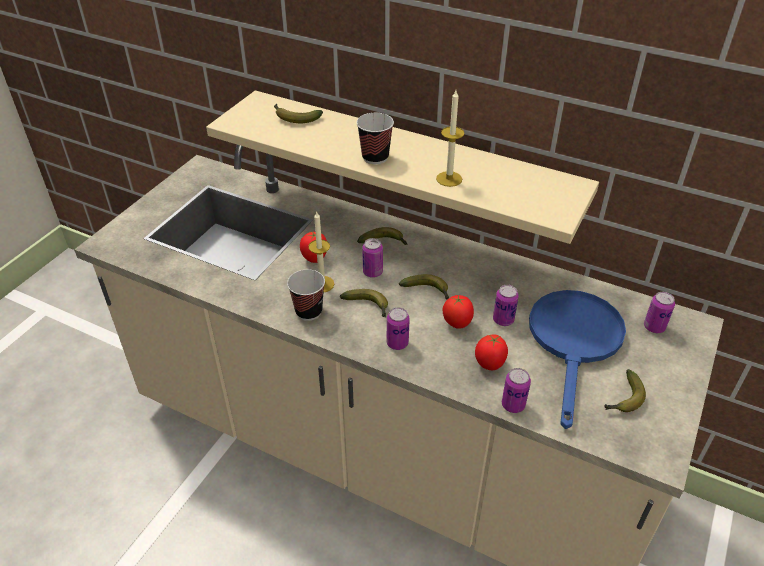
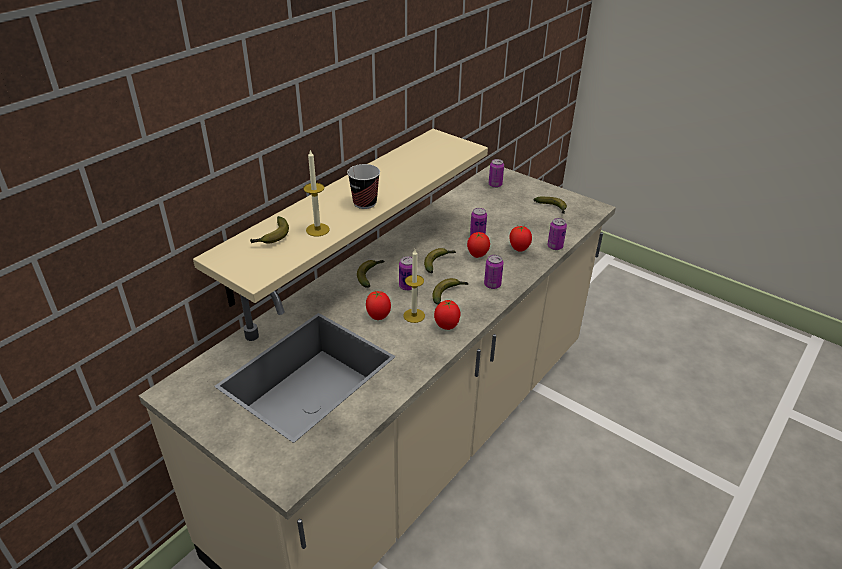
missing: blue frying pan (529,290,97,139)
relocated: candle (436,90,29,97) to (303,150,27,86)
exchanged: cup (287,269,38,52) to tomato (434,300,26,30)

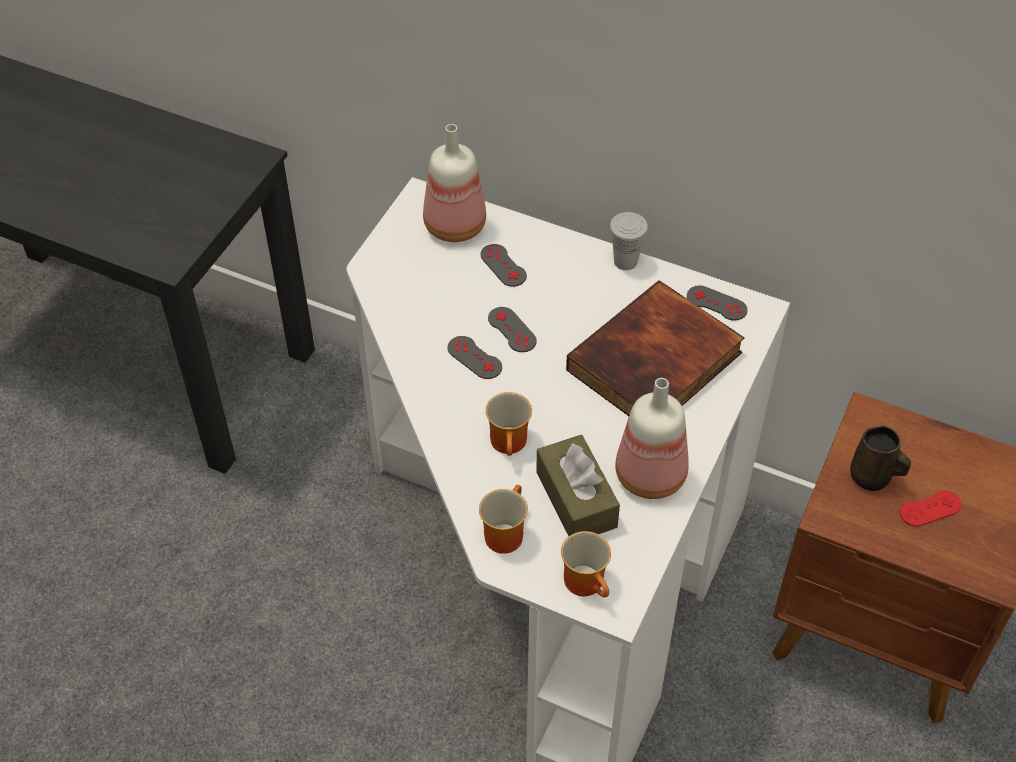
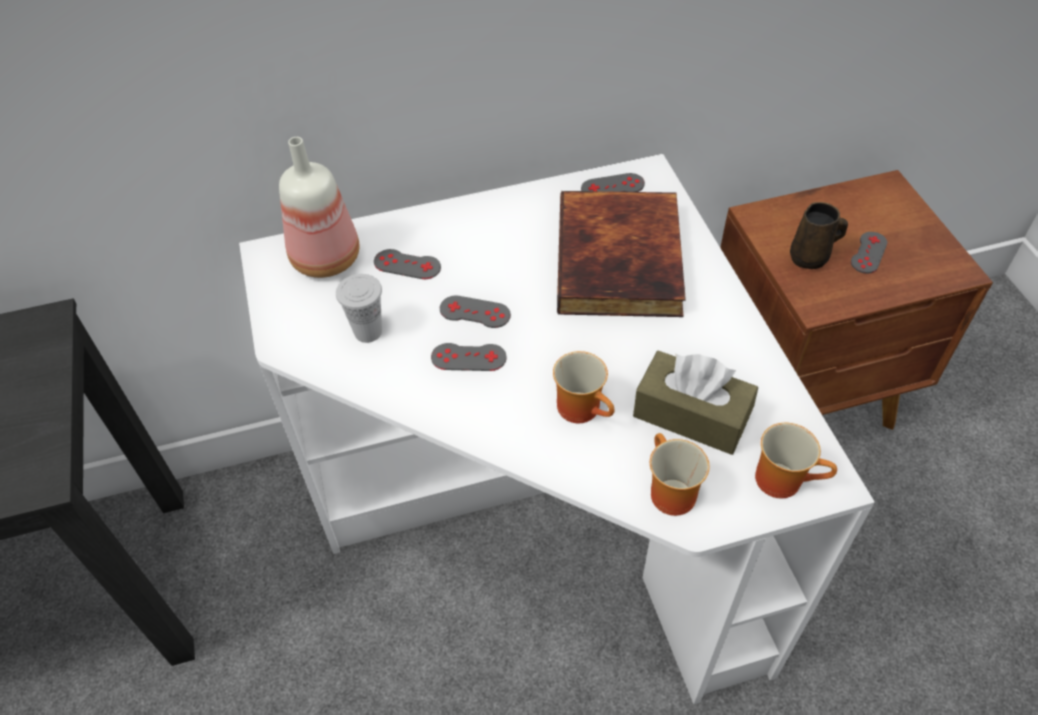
missing: bottle (615,378,74,121)
relocated: white cup (610,212,38,58) to (336,274,46,69)
colour: red game controller (900,490,61,37) to grey game controller (851,232,37,42)

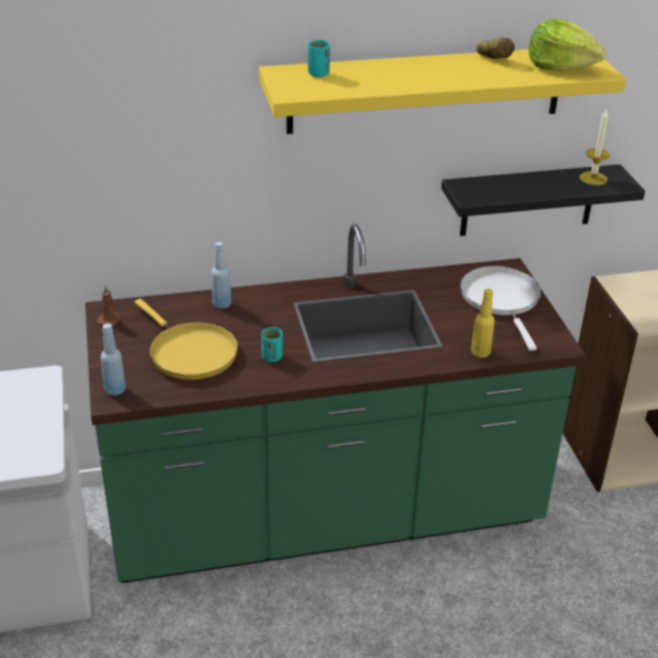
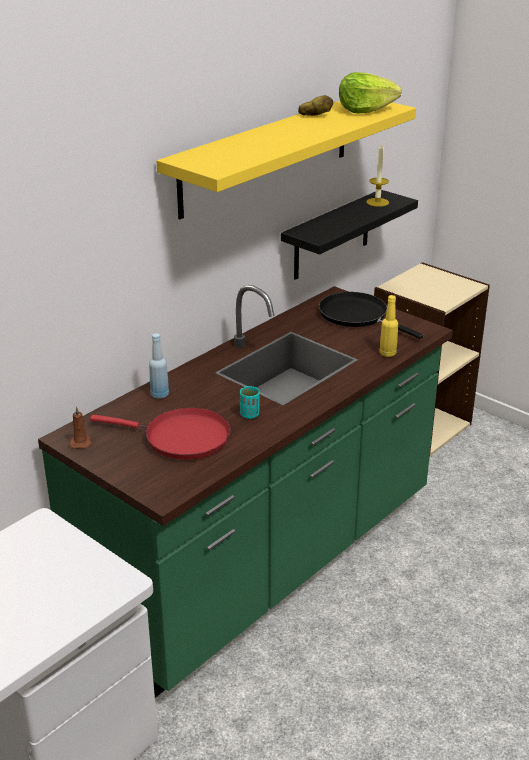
missing: blue bottle (100,323,26,73); turquoise cup (308,40,22,37)
colour: yellow frying pan (135,299,103,81) to red frying pan (90,407,141,53); white frying pan (460,266,81,85) to black frying pan (319,292,104,47)

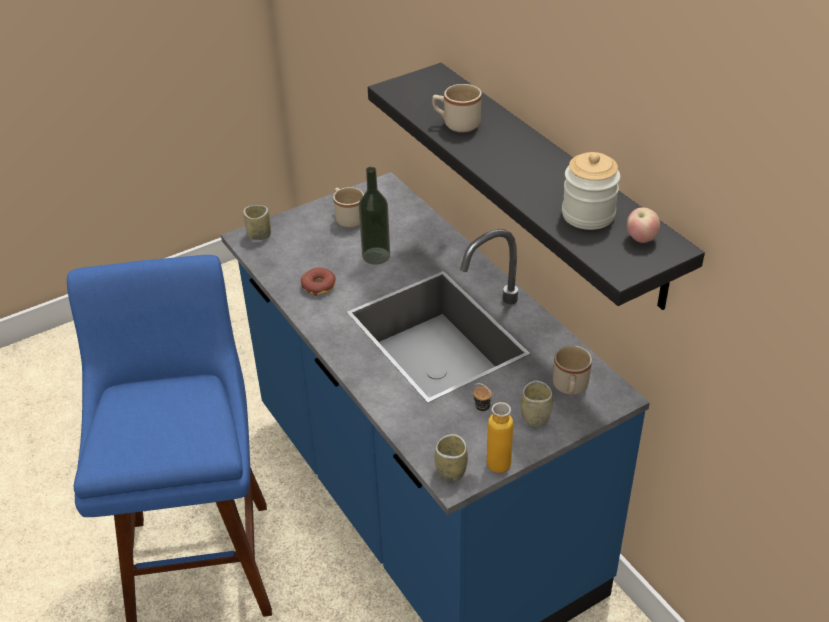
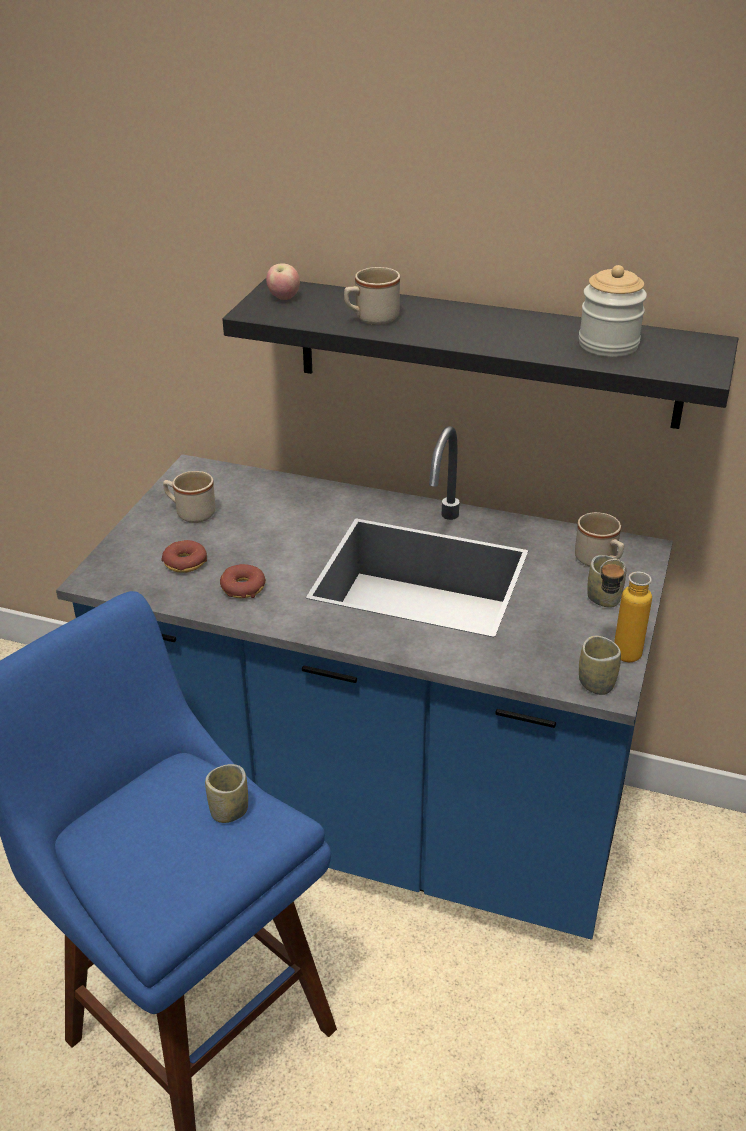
missing: bottle (359,167,31,98)
appeared: donut (161,540,46,33)
relocated: cup (243,205,28,35) to (205,764,43,59); apple (627,207,33,36) to (266,263,34,37)

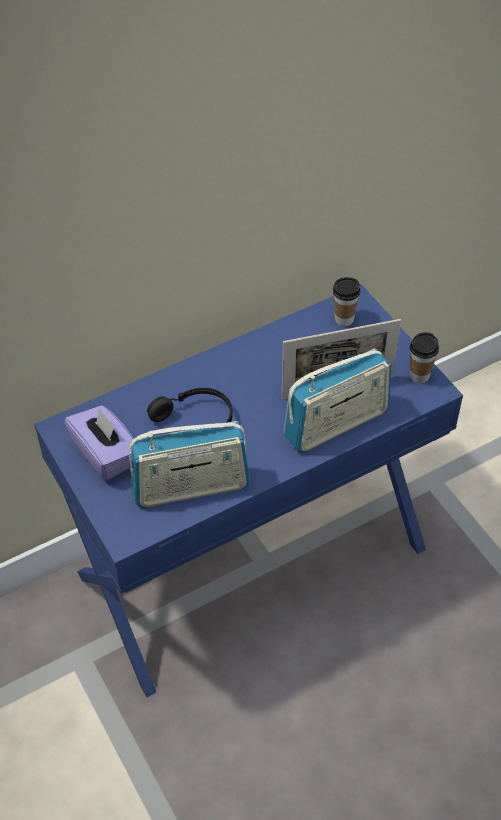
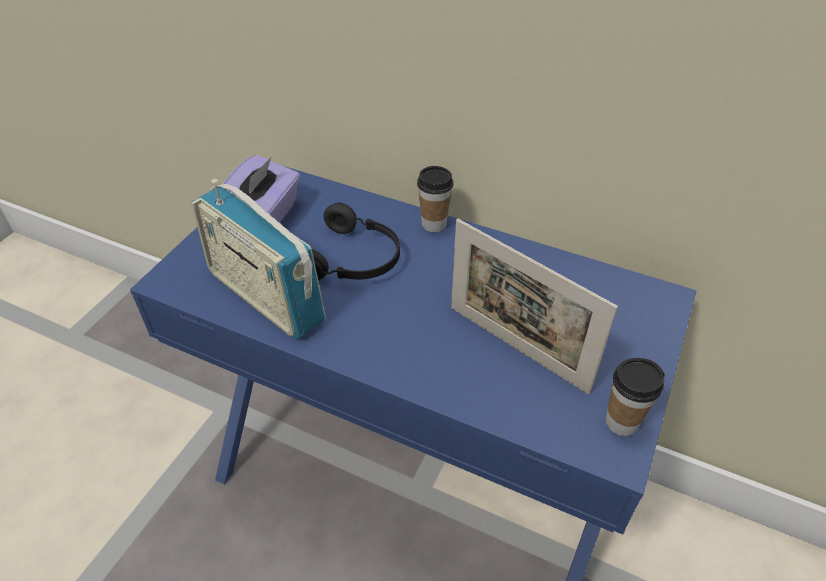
missing: radio (284,348,107,105)
relocated: cup (333,277,28,49) to (417,166,36,66)

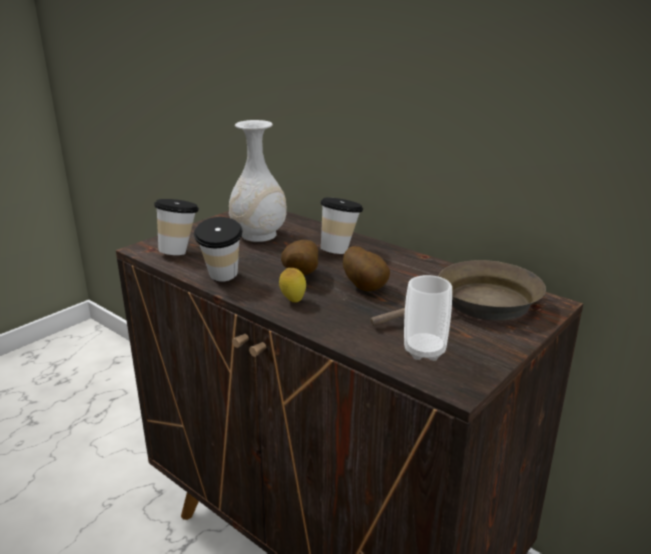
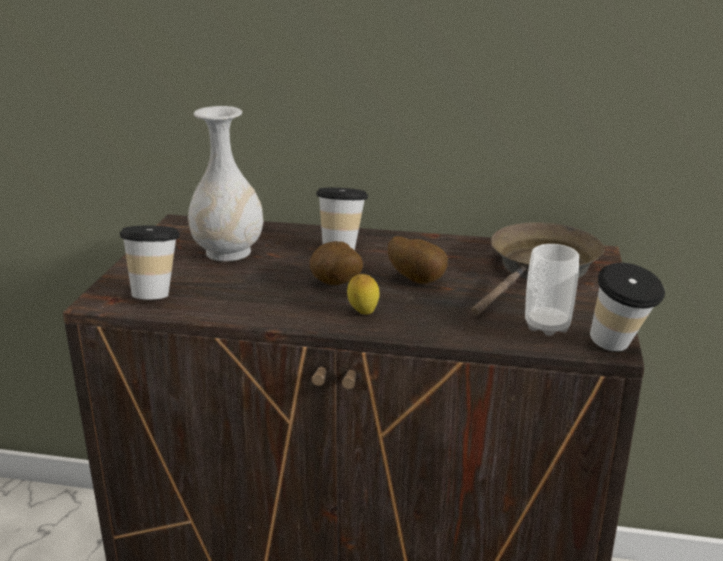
relocated: cup (194,217,48,65) to (590,263,75,89)

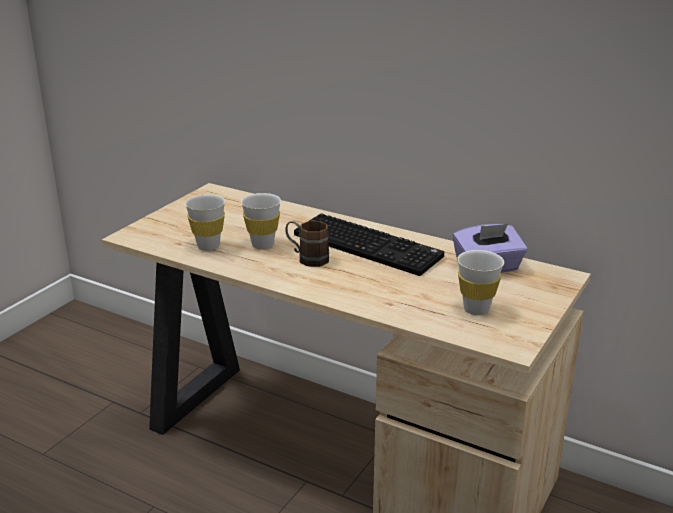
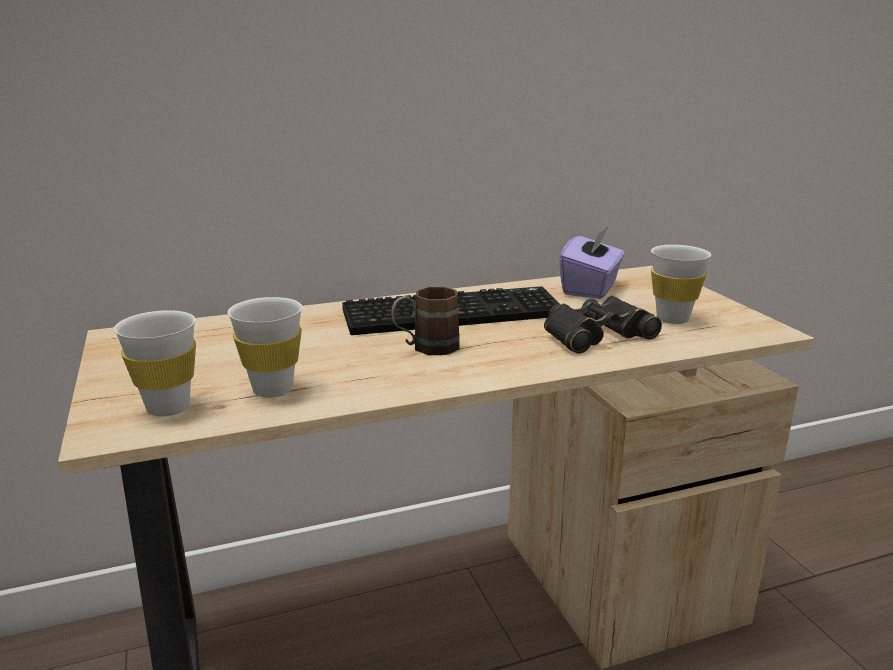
appeared: black binoculars (544,296,118,58)
relocated: white cup (241,193,40,56) to (114,310,82,107)

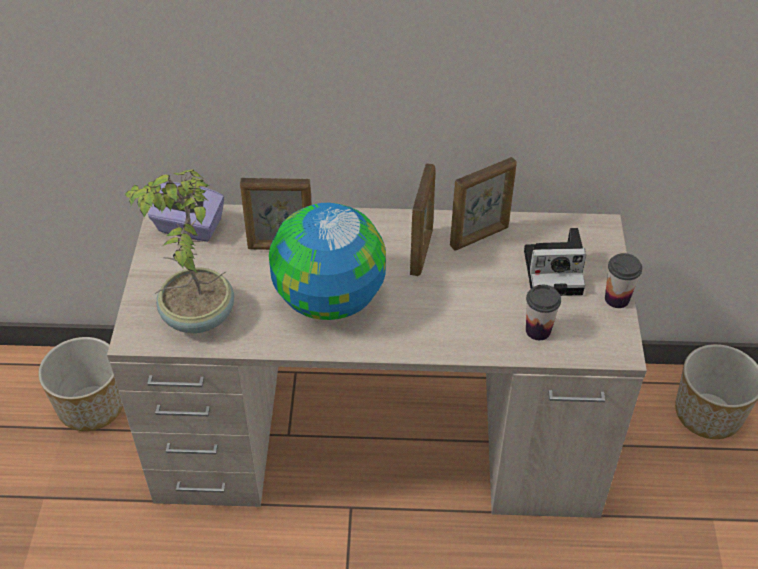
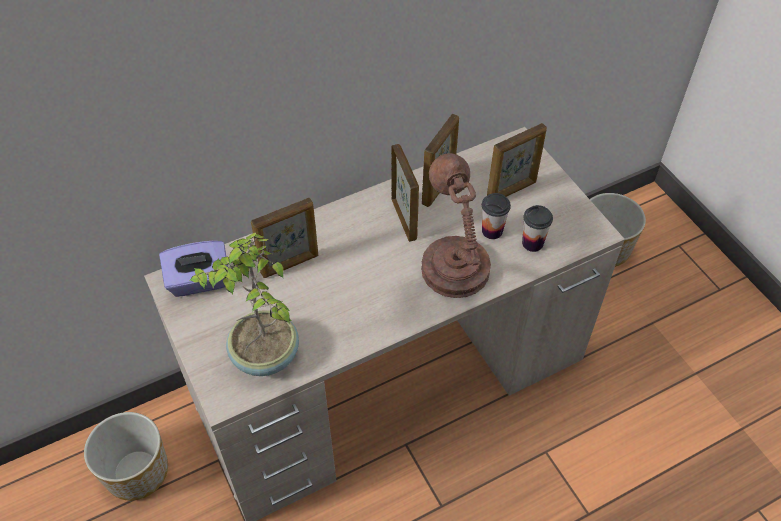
missing: globe (269,203,117,117)
appeared: brown table lamp (421,153,70,145)
relocated: cup (605,253,37,55) to (482,193,29,46)
exchanged: photo camera (524,228,62,68) to picture frame (487,123,60,74)

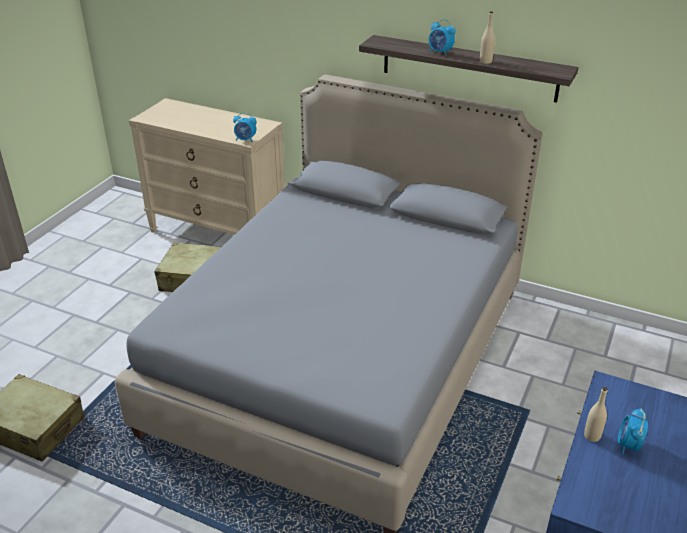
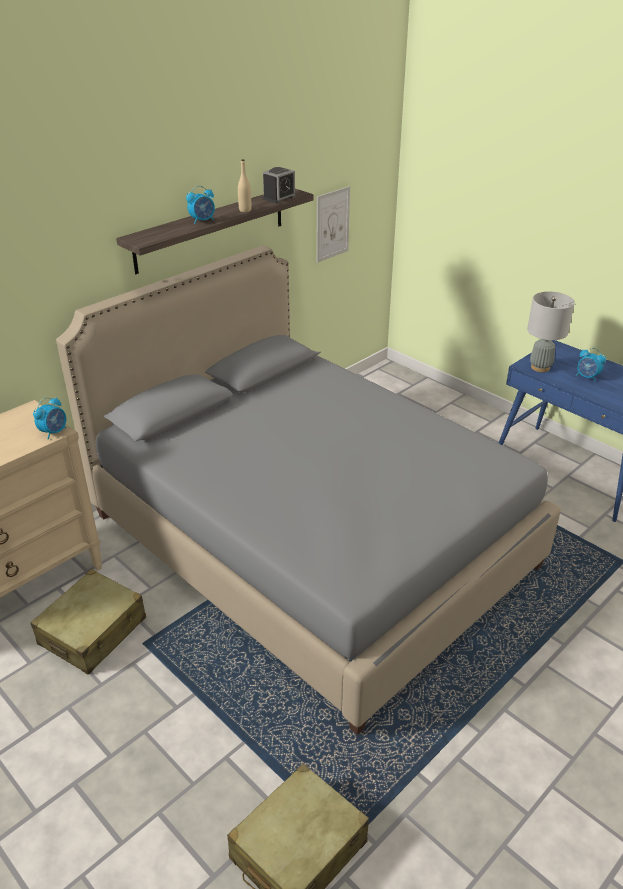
missing: beige bottle (584,387,23,55)
appeared: alarm clock (263,167,33,36); picture (316,186,34,77); grey table lamp (527,292,48,80)

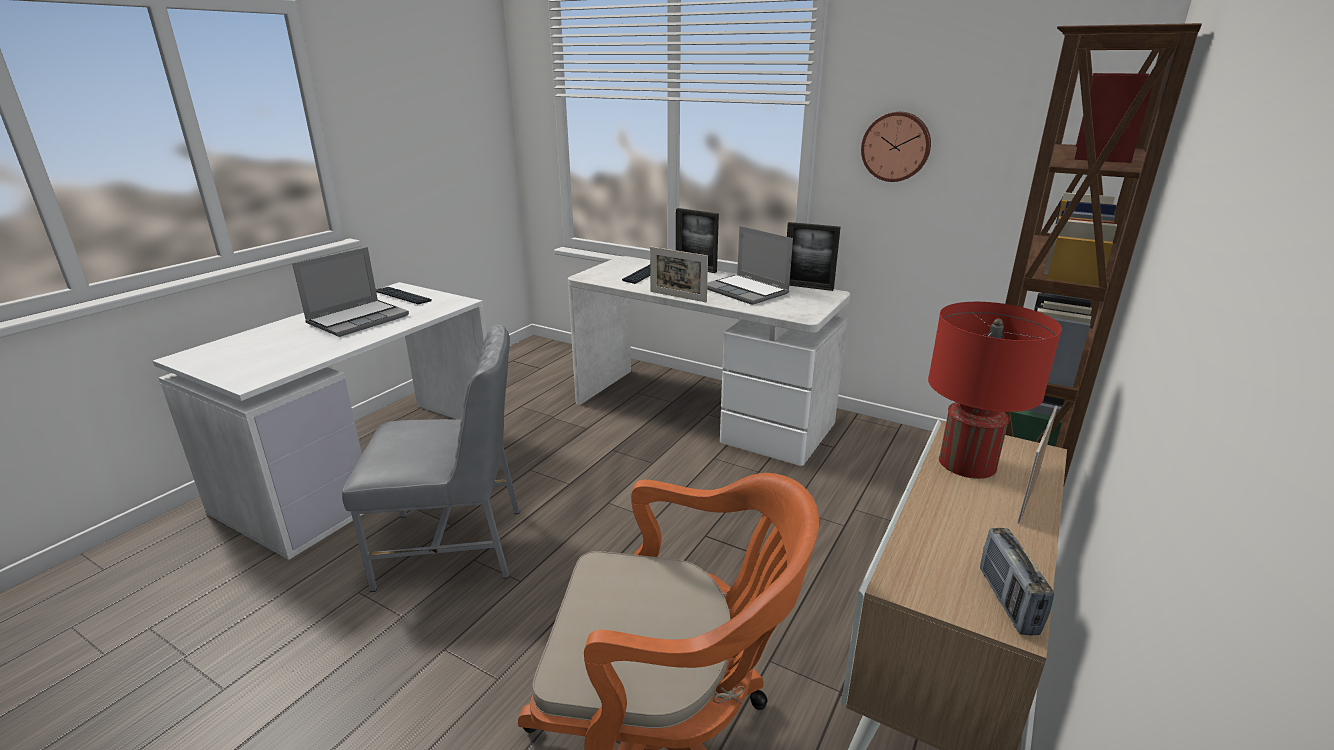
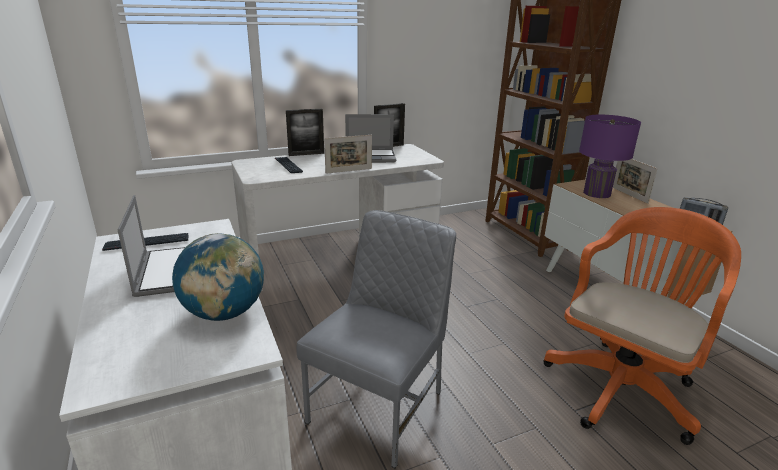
missing: wall clock (861,112,70,70)
appeared: globe (172,233,92,88)
colour: red table lamp (928,302,134,177) to purple table lamp (579,115,62,83)

